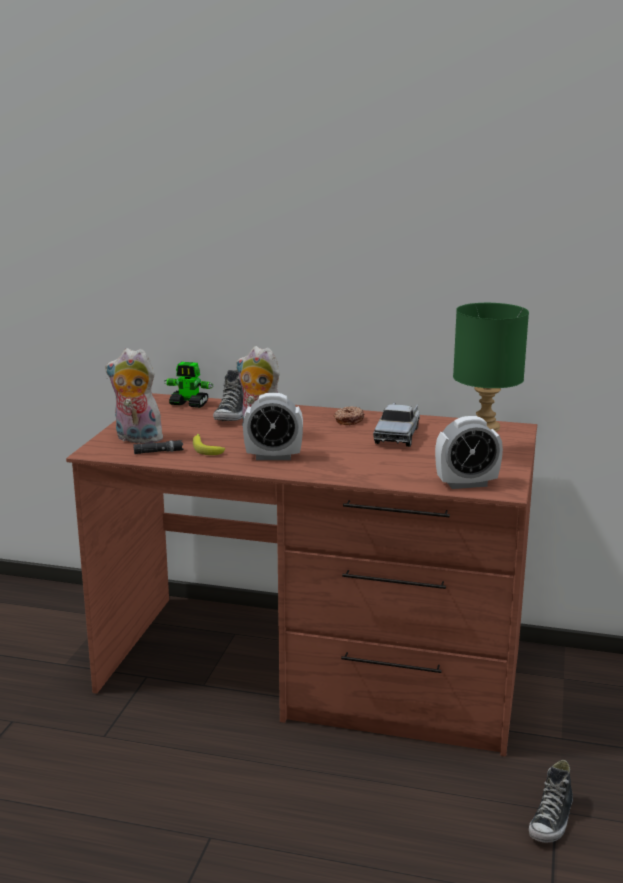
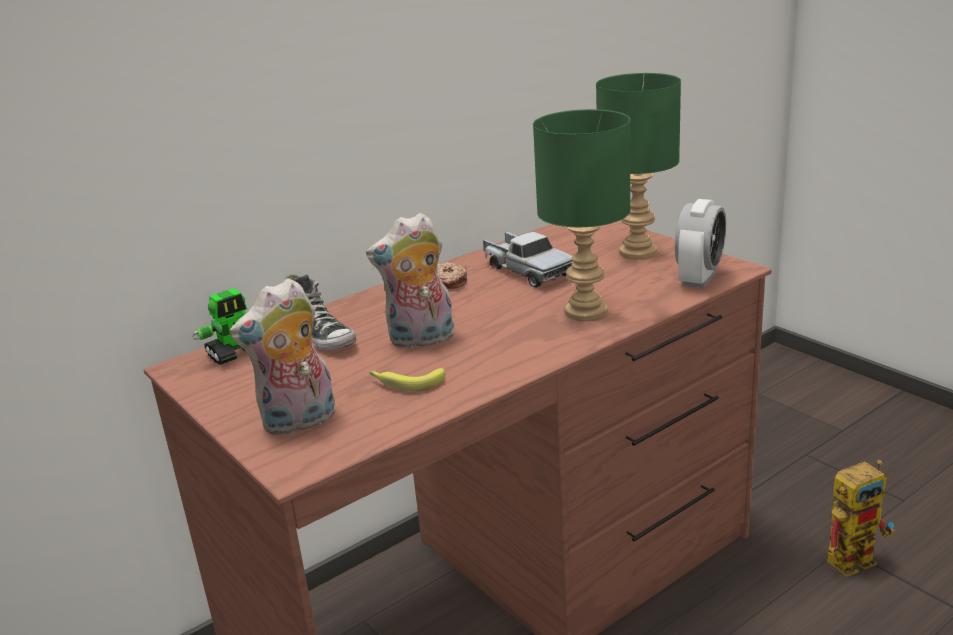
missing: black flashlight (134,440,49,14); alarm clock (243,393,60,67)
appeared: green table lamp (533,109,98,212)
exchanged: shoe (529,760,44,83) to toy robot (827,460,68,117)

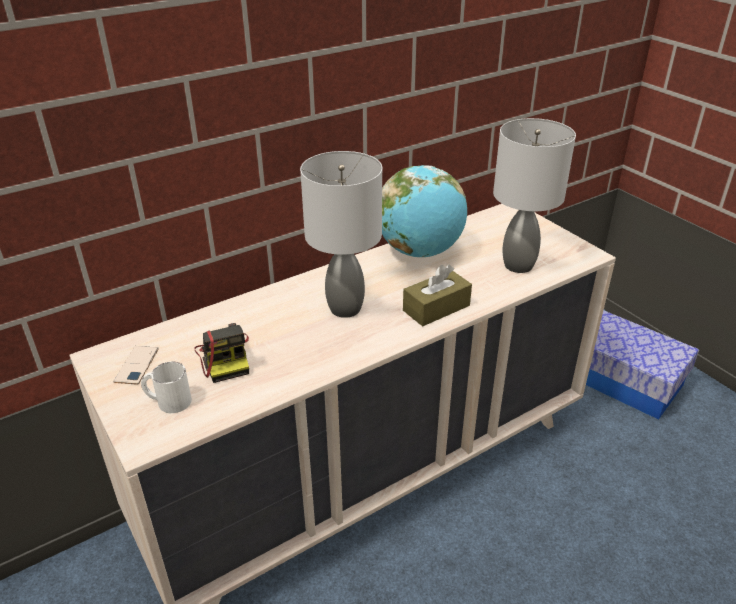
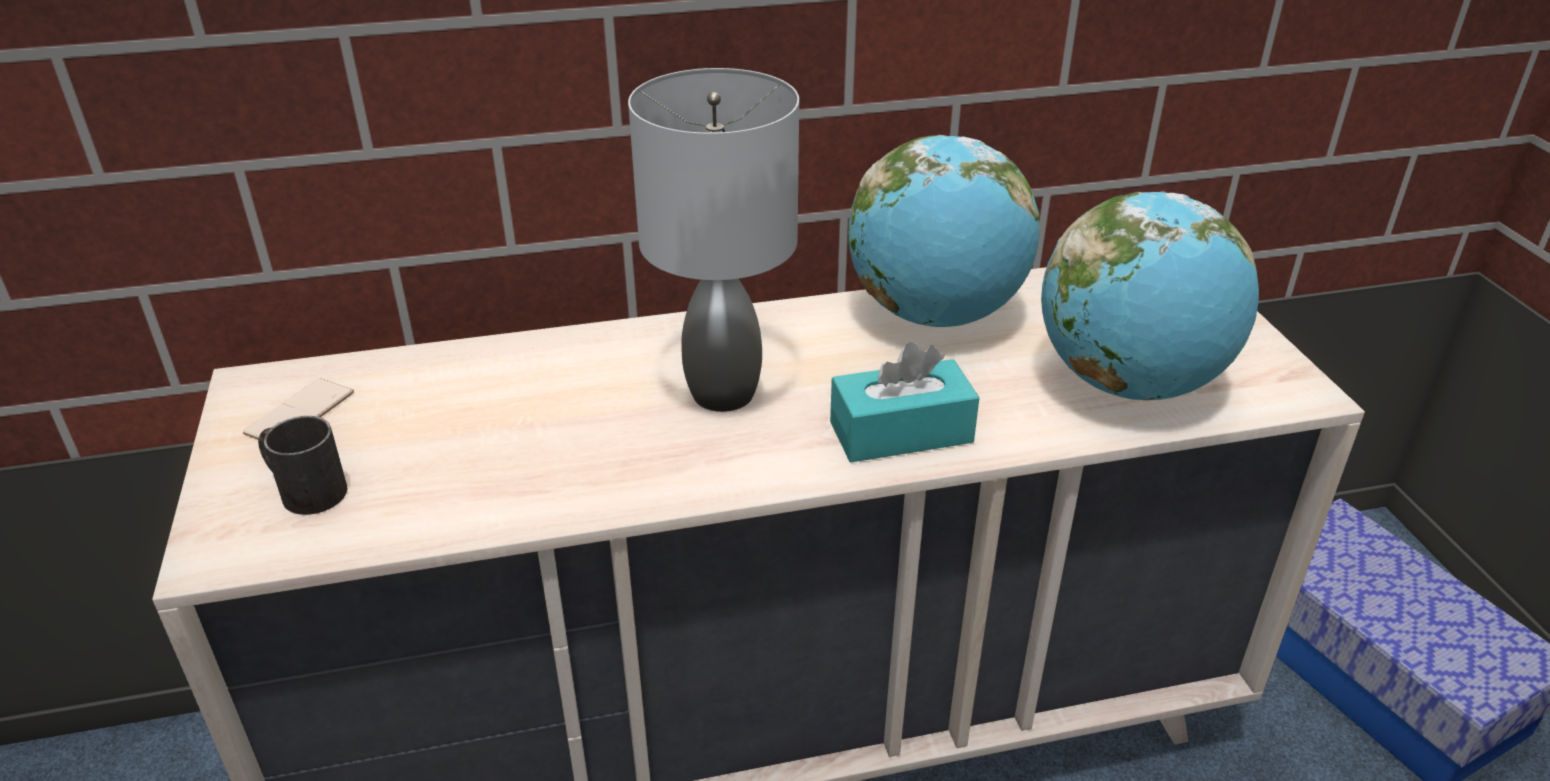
missing: photo camera (194,323,55,60)
exchanged: grey table lamp (493,118,83,155) to globe (1041,191,218,209)
colour: white mug (141,362,51,51) to black mug (258,416,89,99); brown tissue box (403,265,69,61) to turquoise tissue box (830,342,150,121)

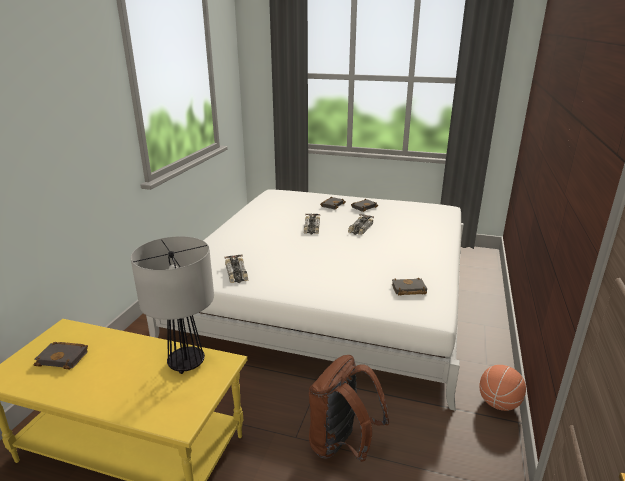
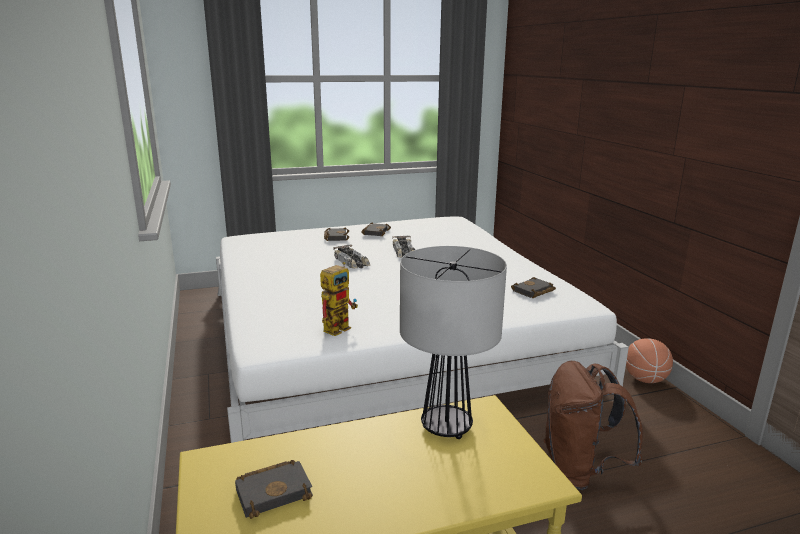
exchanged: toy car (225,255,23,28) to toy robot (320,262,38,74)

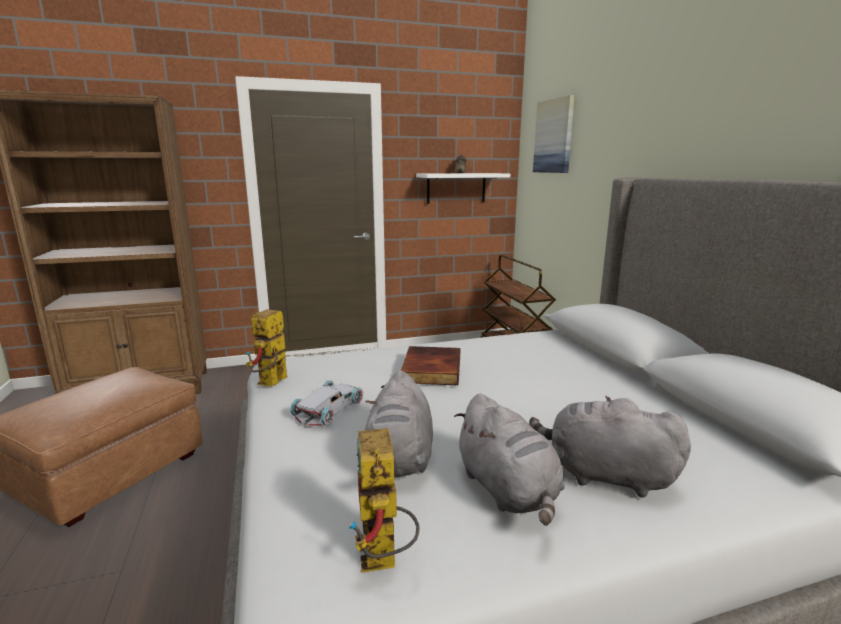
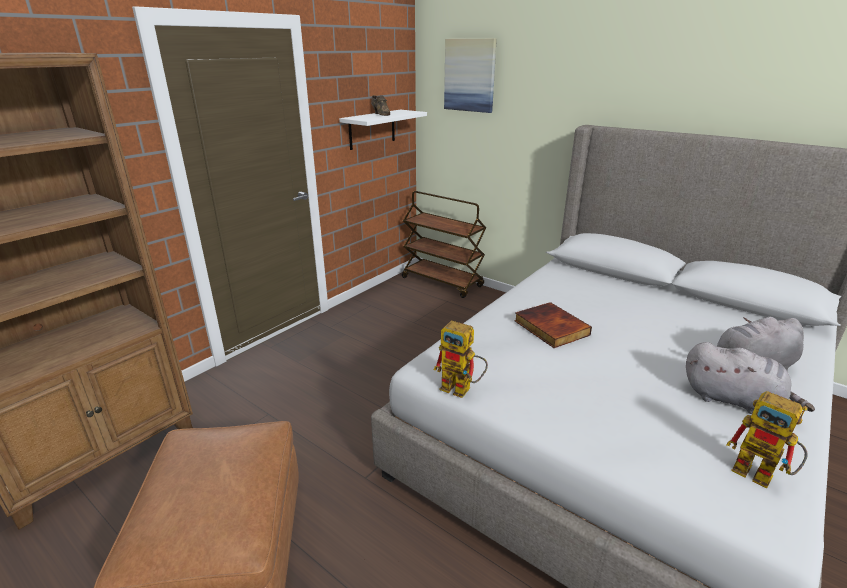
missing: white toy car (290,380,73,46); grey plush toy (365,371,68,106)
spun: toy robot (246,309,42,78) = (434,321,54,77) 45 degrees counterclockwise

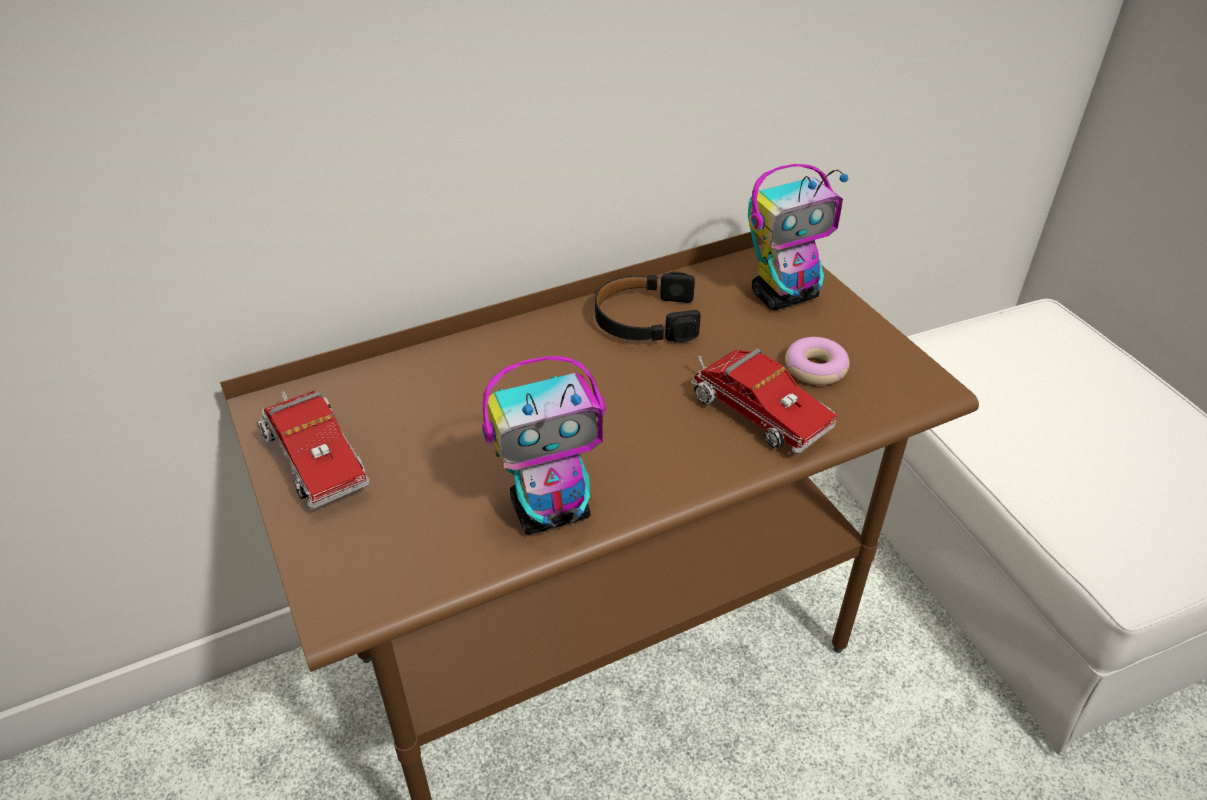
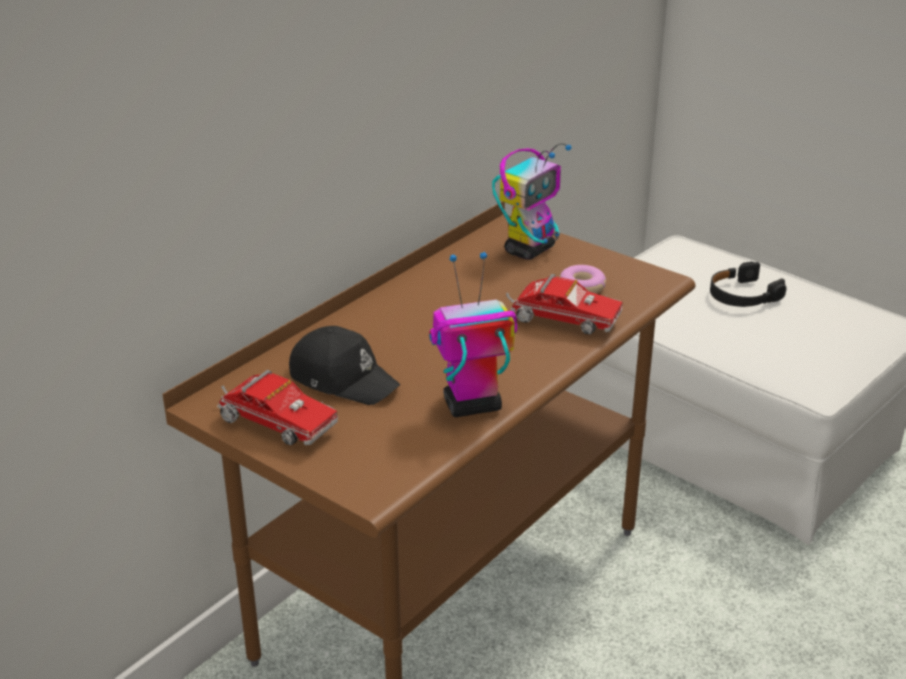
appeared: black cap (289,326,111,79)
relocated: black headphones (595,271,106,71) to (710,262,76,45)
spun: toy robot (482,356,124,179) = (429,252,88,165) 150 degrees counterclockwise

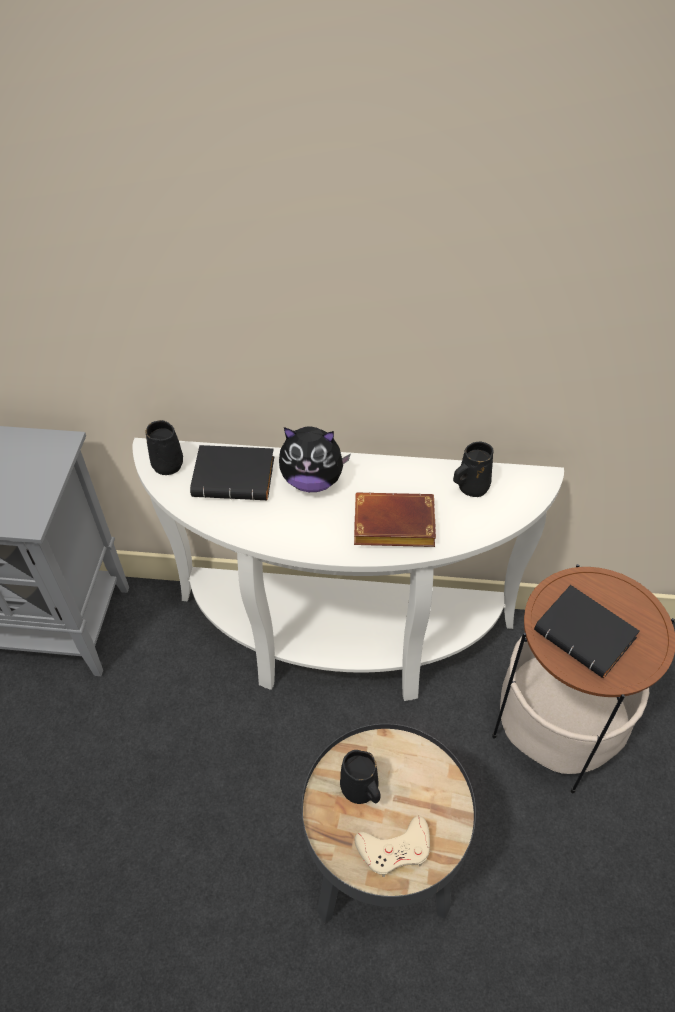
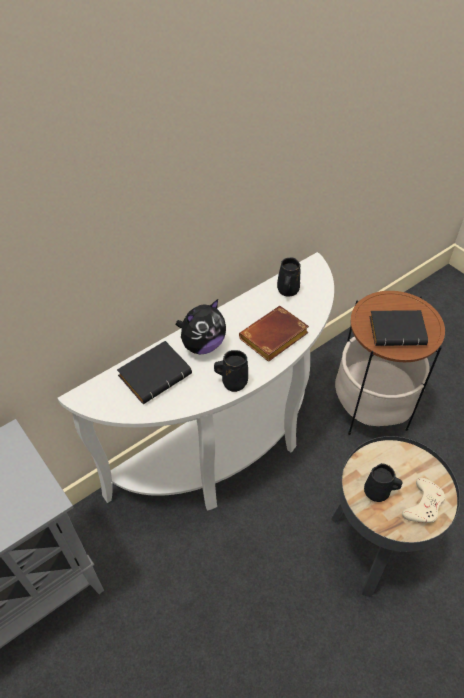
relocated: black mug (145,420,38,55) to (214,350,34,42)

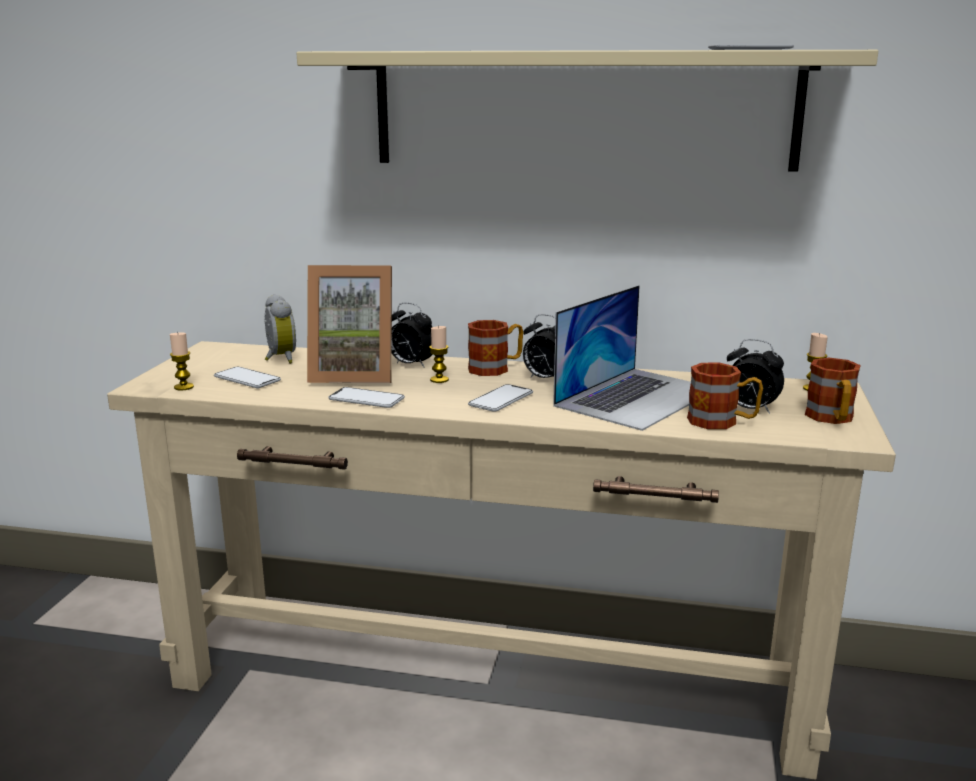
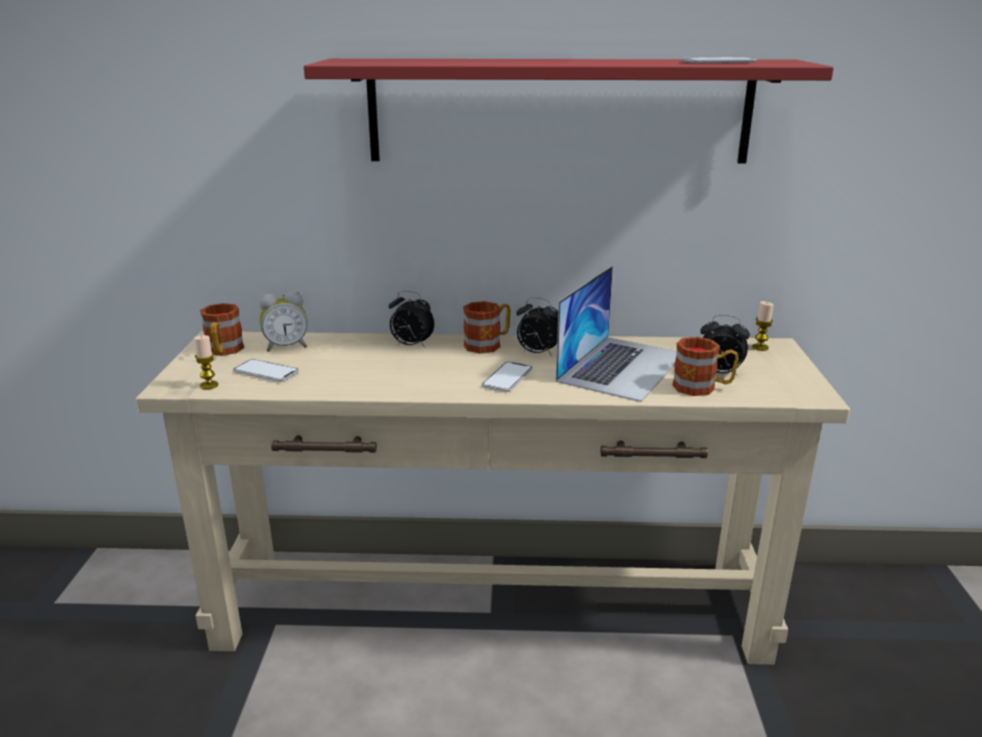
missing: picture frame (307,265,85,118); phone (328,387,77,21); candle (429,326,20,57)
relocated: mug (805,358,56,66) to (200,303,44,53)
colour: beige shelf (297,50,581,122) to red shelf (304,59,530,104)
spun: alarm clock (264,294,32,70) = (260,291,48,61) 105 degrees clockwise

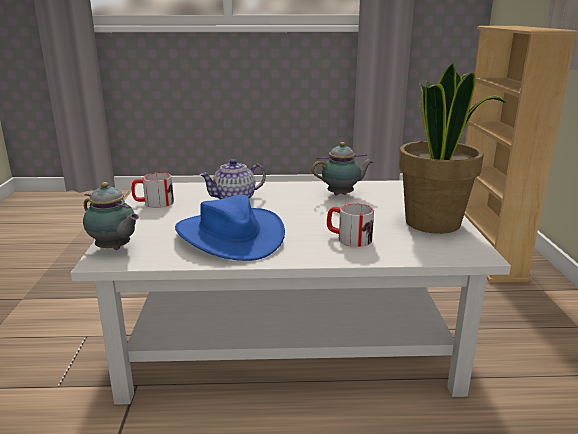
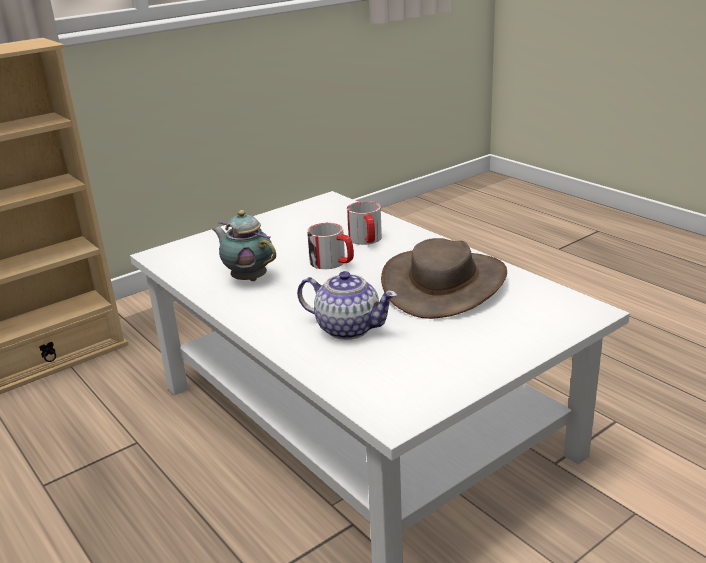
missing: teapot (83,182,56,68); potted plant (398,64,108,170)
relocated: mug (132,173,42,35) to (307,223,47,46)
colour: blue hat (175,195,110,66) to brown hat (381,238,126,81)

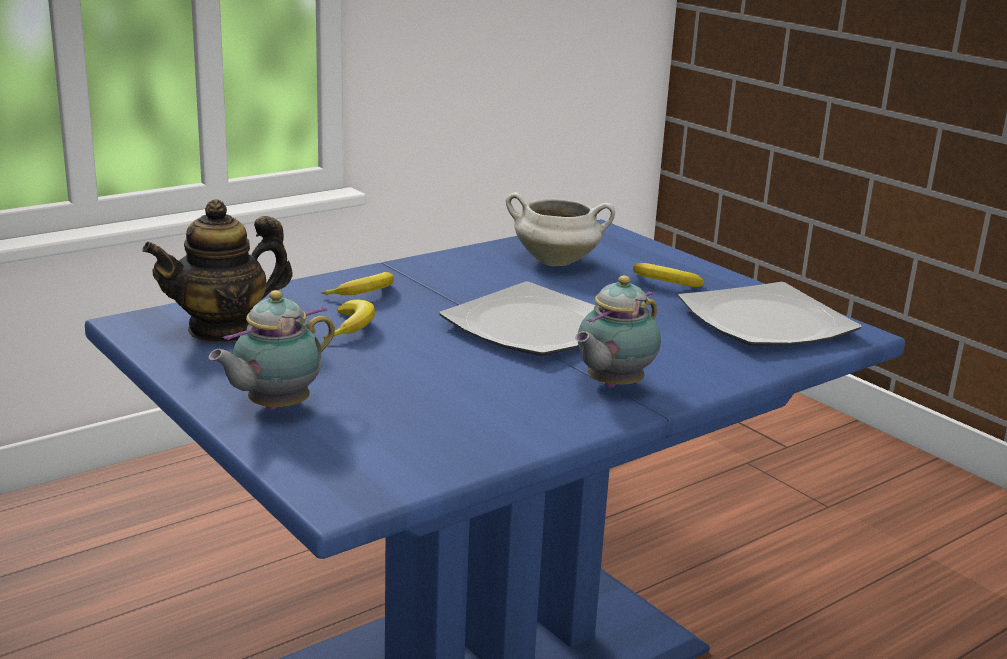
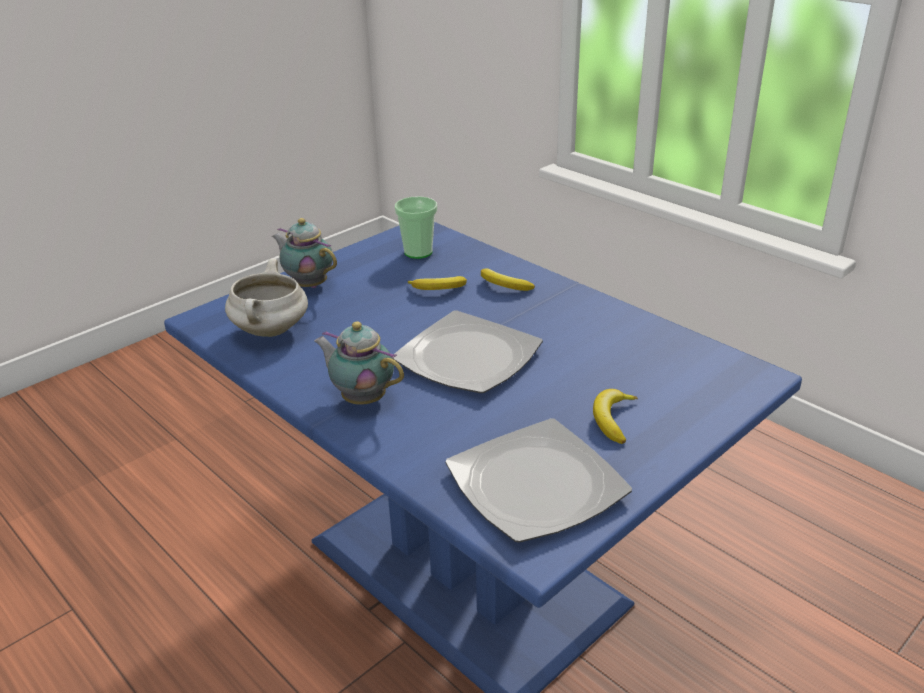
relocated: white cooking pot (506,192,109,74) to (225,259,83,78)
exchanged: teapot (142,199,151,143) to cup (395,196,42,63)

